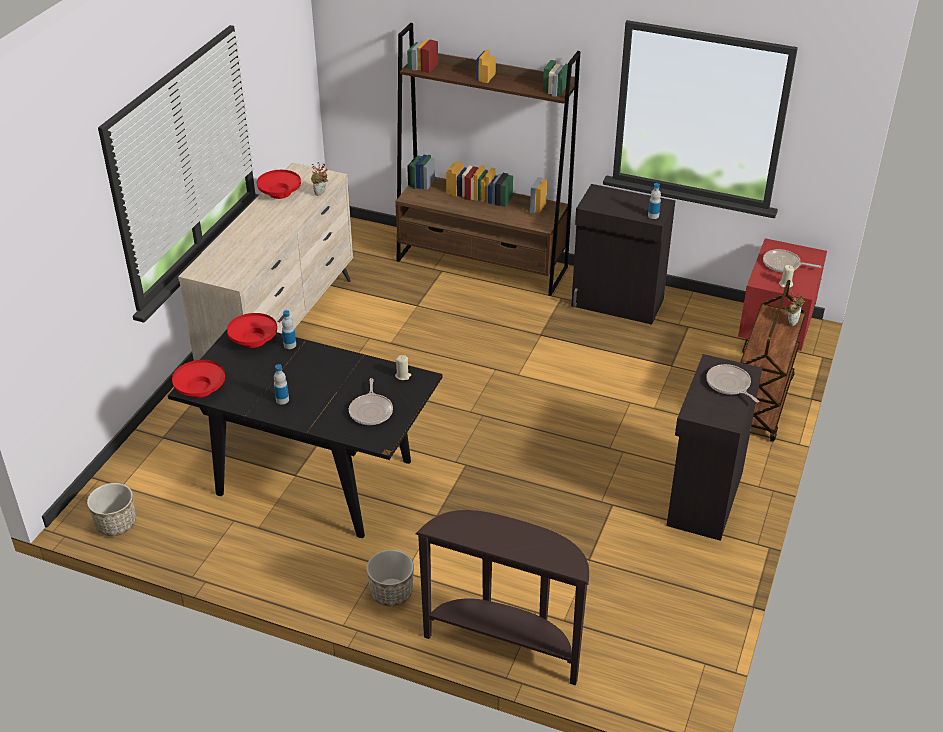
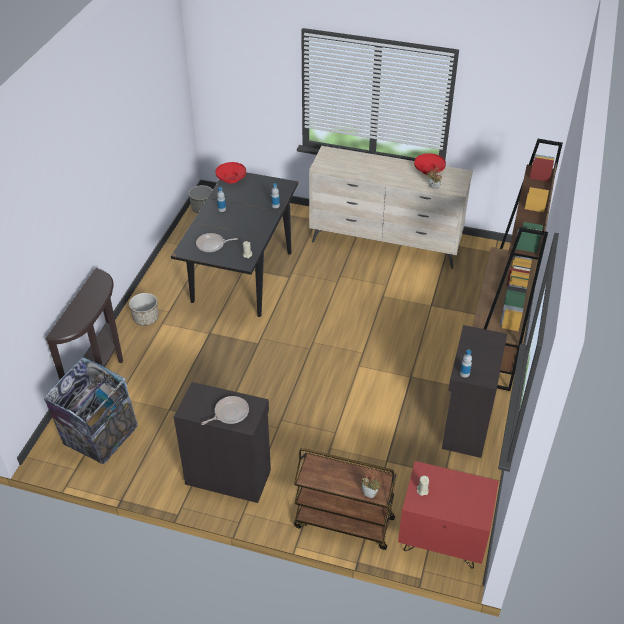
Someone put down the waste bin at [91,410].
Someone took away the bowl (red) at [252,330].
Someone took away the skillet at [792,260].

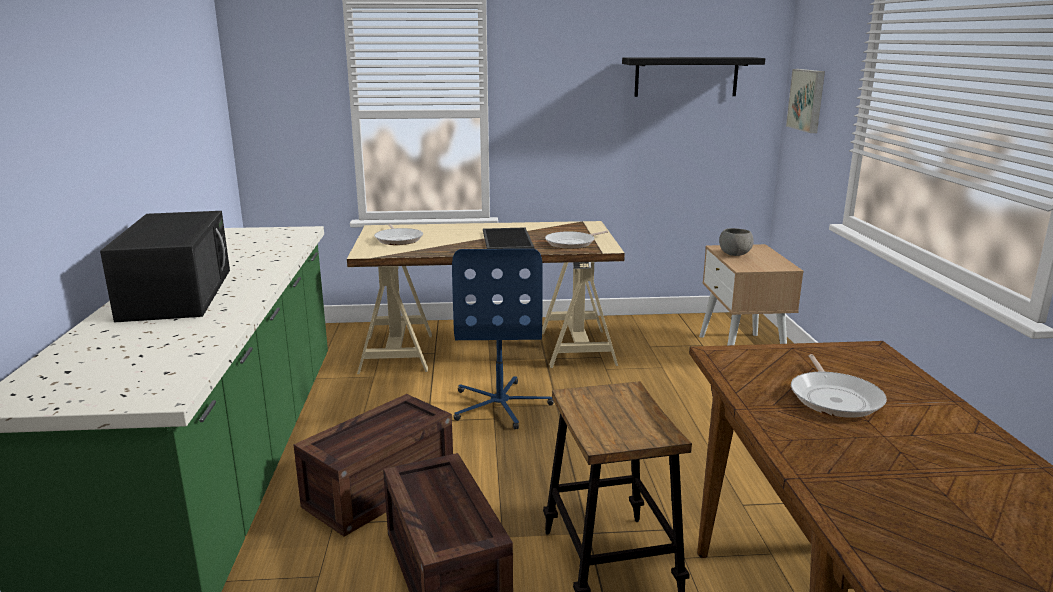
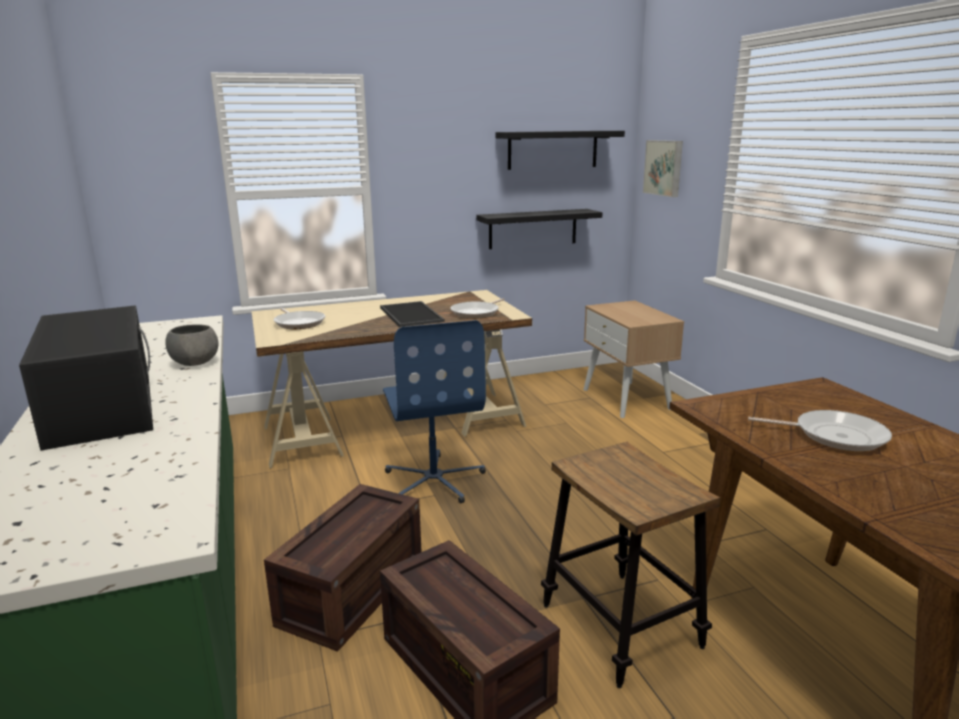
Someone carried the bowl (greyish) from [736,242] to [192,345].
Someone put up the shelf (blackish) at [539,229].
Someone rotated the skillet at [839,386] by 60 degrees counterclockwise.

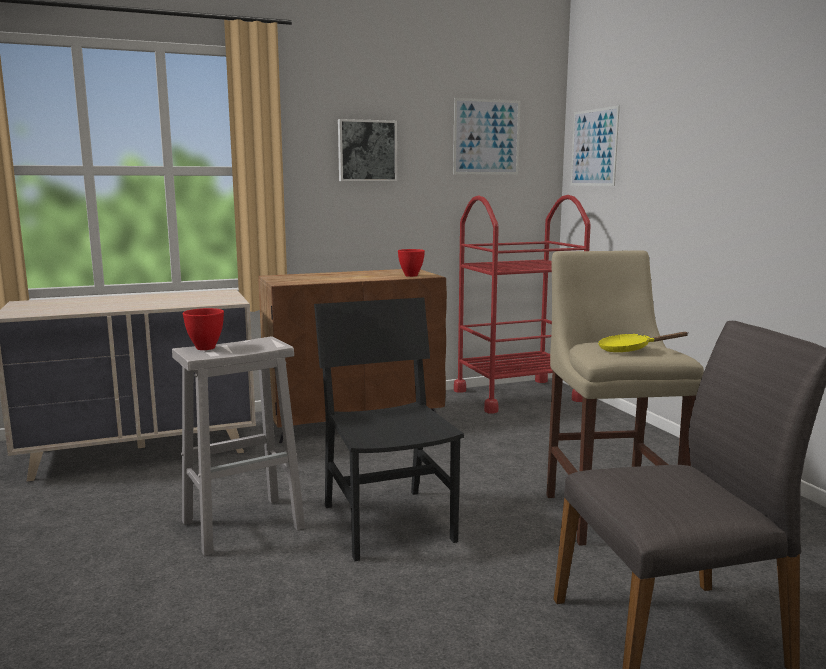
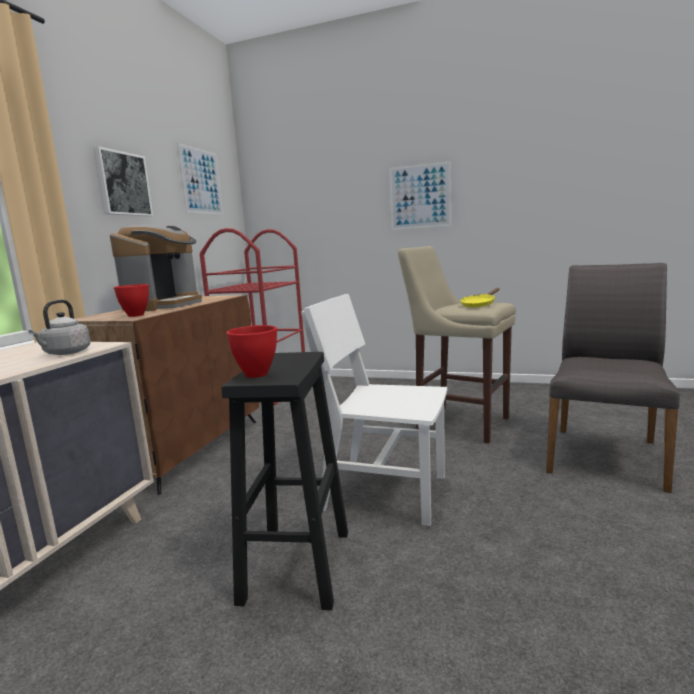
Someone put down the tea kettle (greyish) at [59,327].
Someone put down the coffee machine at [156,268].
Someone carried the bowl (red) from [411,263] to [131,300].
Someone repainted the sitting stool (whitish) at [238,446], which became the sitting stool (blackish) at [284,481].
Someone repainted the plain chair (blackish) at [389,429], which became the plain chair (whitish) at [374,410].
Someone carried the wall picture from [595,145] to [420,195].

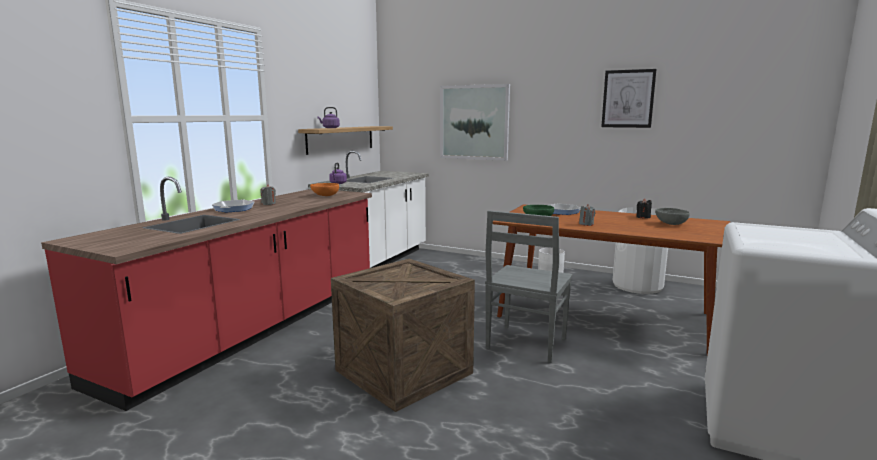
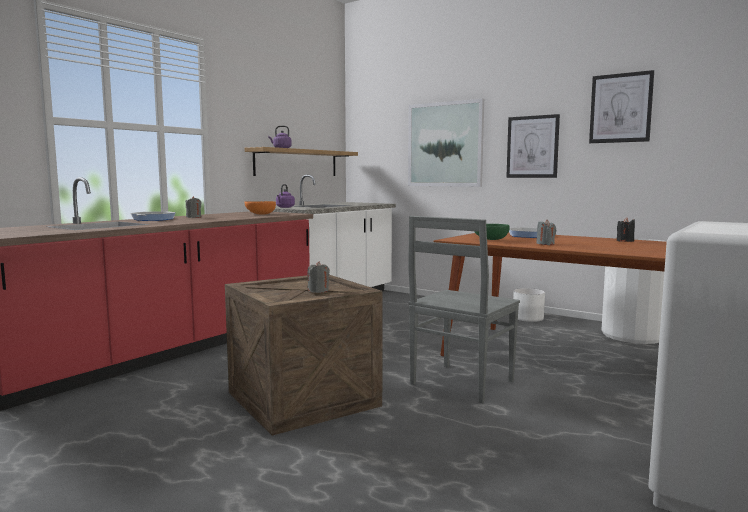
Someone put down the wax candle (greyish) at [318,277].
Someone put up the wall picture at [533,146].
Someone took away the bowl (greyish) at [672,216].

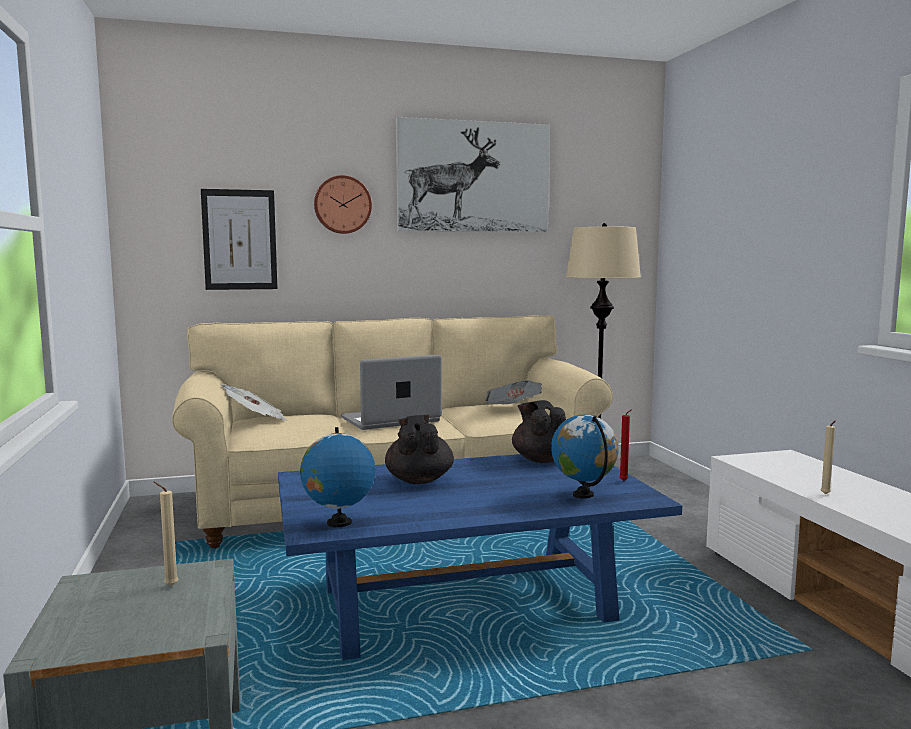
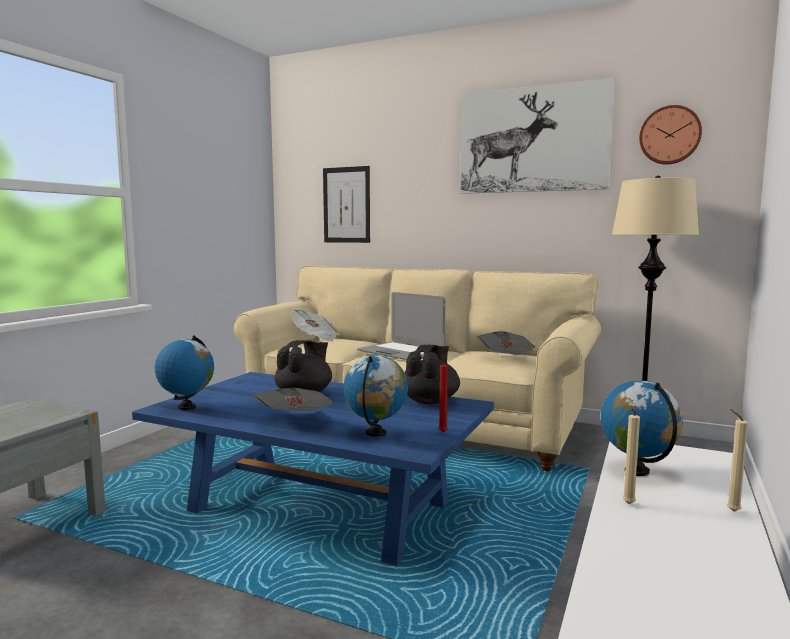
Someone put down the daily paper at [292,399].
Someone rotated the portable computer at [391,392] by 150 degrees counterclockwise.
Someone put down the desk globe at [642,428].
Someone carried the clock on the wall from [343,204] to [670,135].
Someone carried the wax candle (sand-coloured) from [166,534] to [737,460].

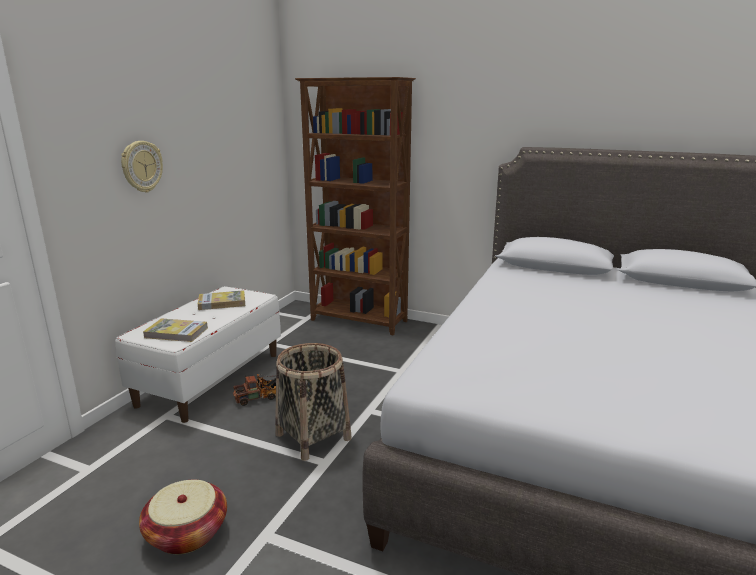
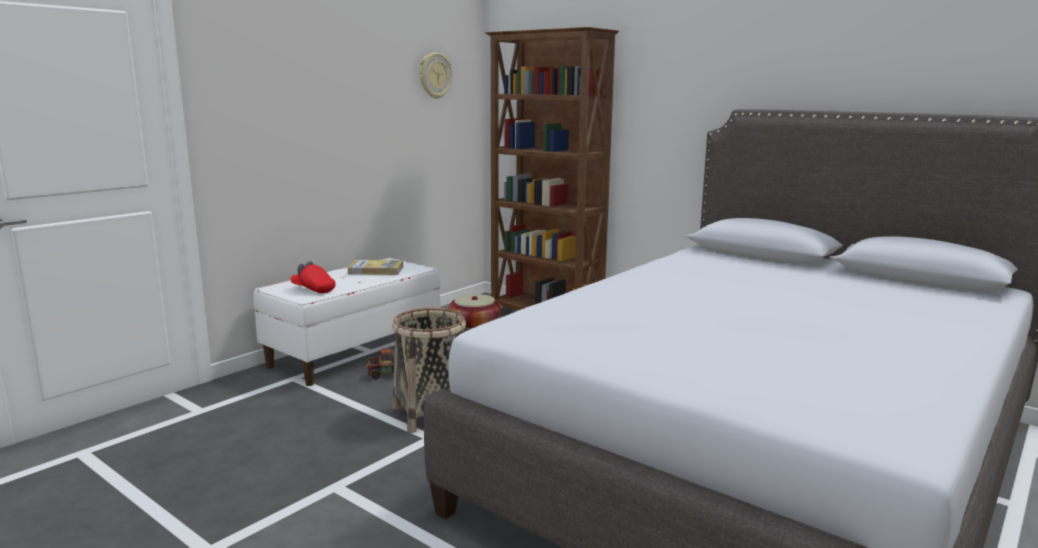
Someone swapped the bound book at [175,330] for the cap (red) at [313,277].
Someone carried the clock on the wall from [142,167] to [435,76].
Someone carried the storage basket from [183,517] to [474,311].

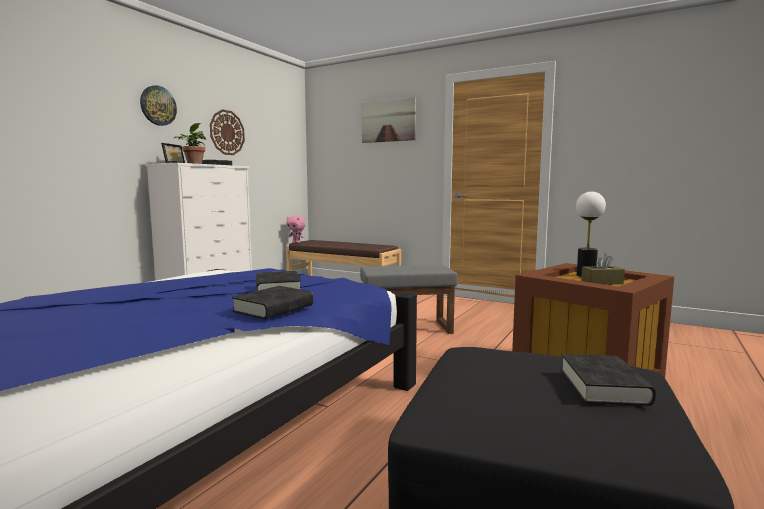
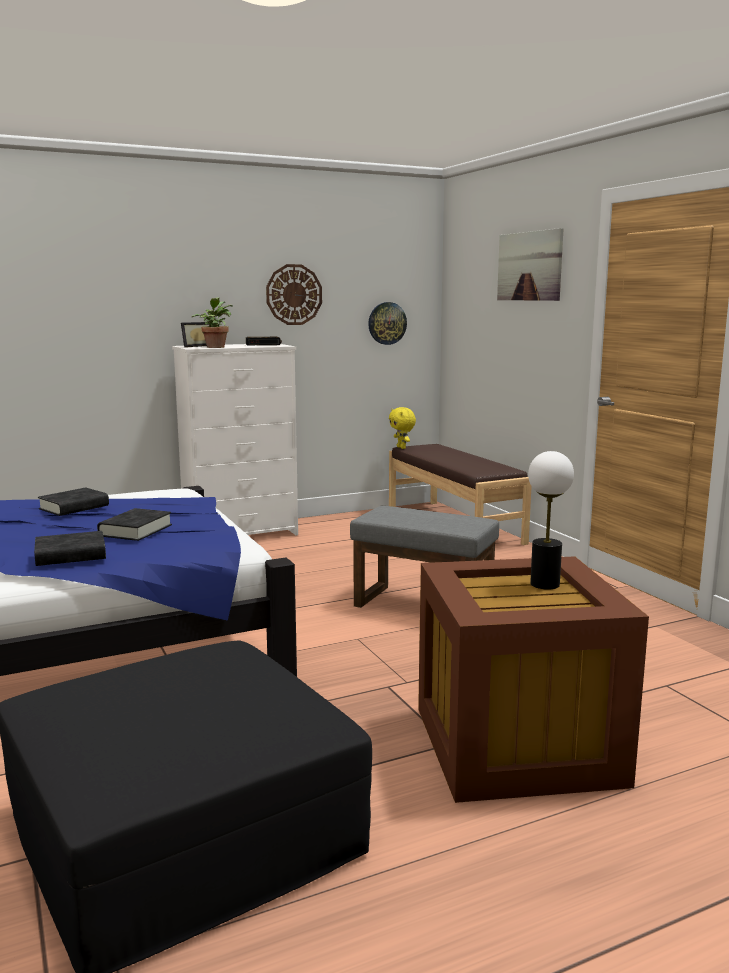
Someone carried the bound book (blackish) from [608,380] to [73,501].
Someone carried the clock on the wall from [158,106] to [387,323].
Someone repainted the plush toy (pink-coloured) at [296,229], which became the plush toy (yellow-coloured) at [402,428].
Someone took away the tissue box (brown-coloured) at [603,269].

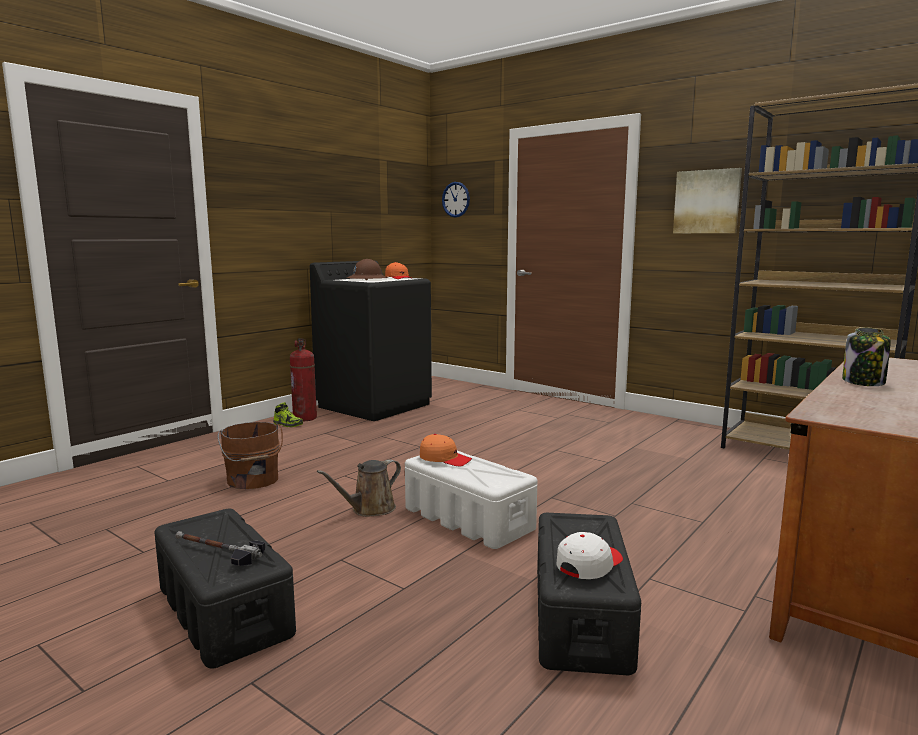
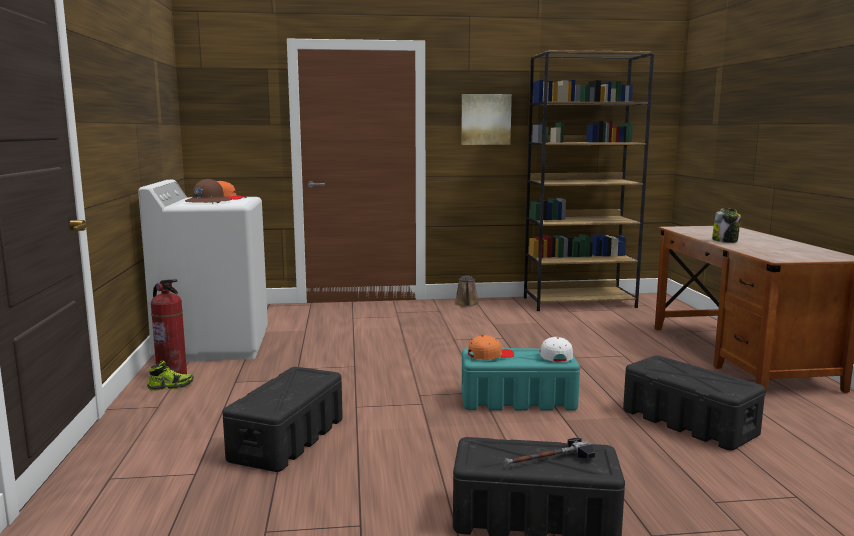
Someone repainted the laundry machine (blackish) at [371,340], which became the laundry machine (whitish) at [203,271].
Someone swapped the water bucket (brown-coloured) at [250,455] for the storage bin (blackish) at [282,419].
Someone carried the watering pot (brown-coloured) from [359,488] to [467,291].
Someone repainted the storage bin (whitish) at [471,500], which became the storage bin (turquoise-coloured) at [521,379].
Someone carried the cap (whitish) from [590,555] to [556,349].
Someone took away the clock on the wall at [456,200].

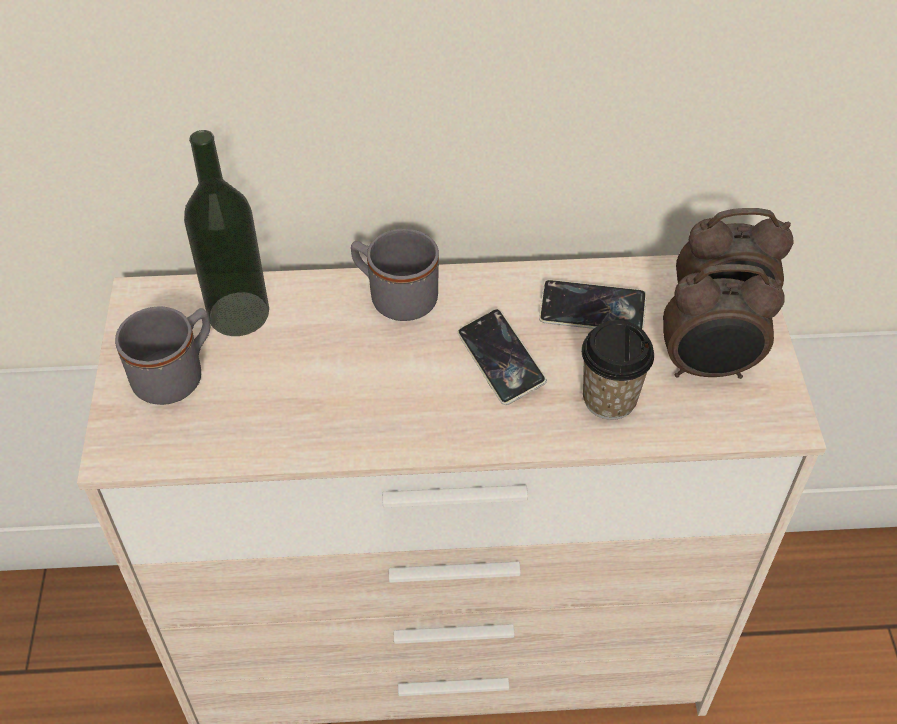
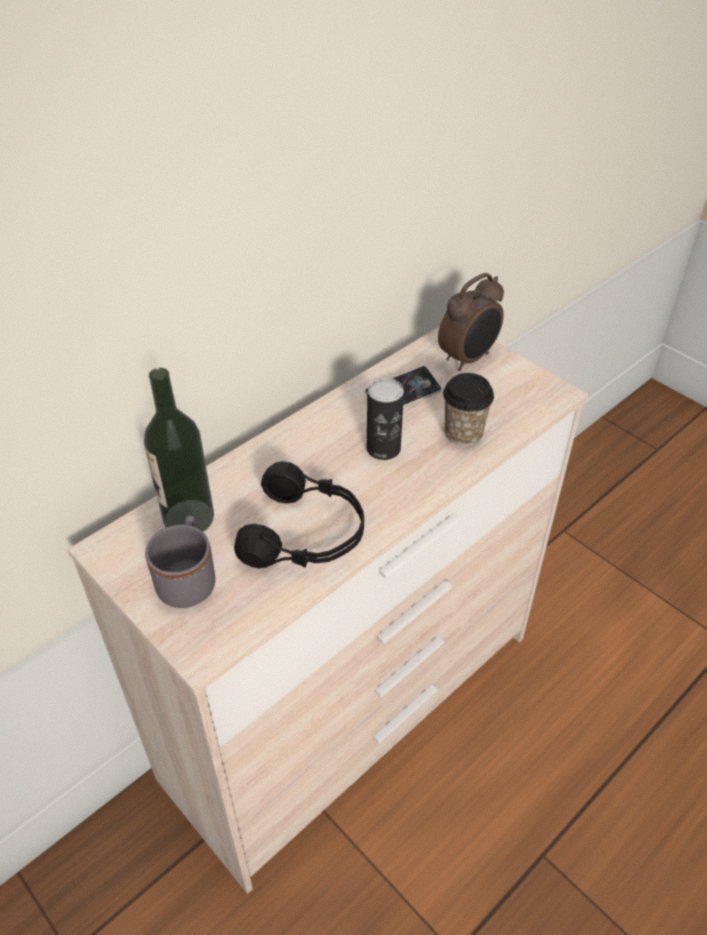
Someone put down the headset (blackish) at [299,514].
Someone swapped the telephone at [502,357] for the metal can at [385,419].
Someone took away the mug (greyish) at [395,275].
Someone took away the alarm clock at [724,321].

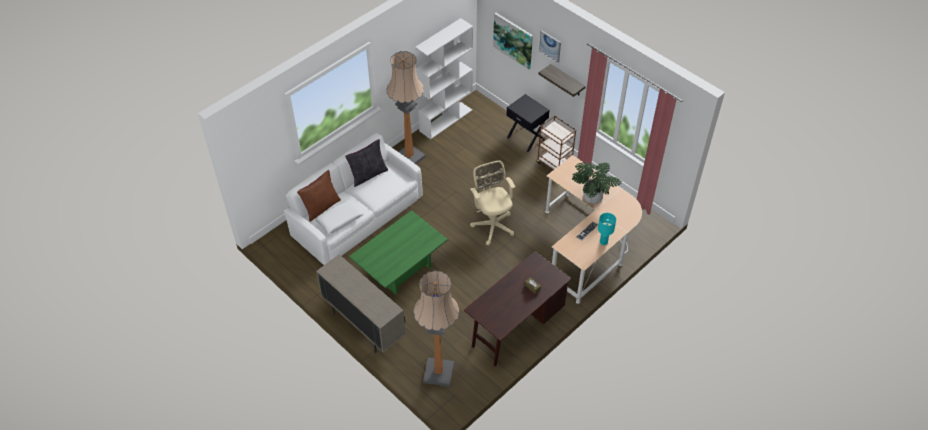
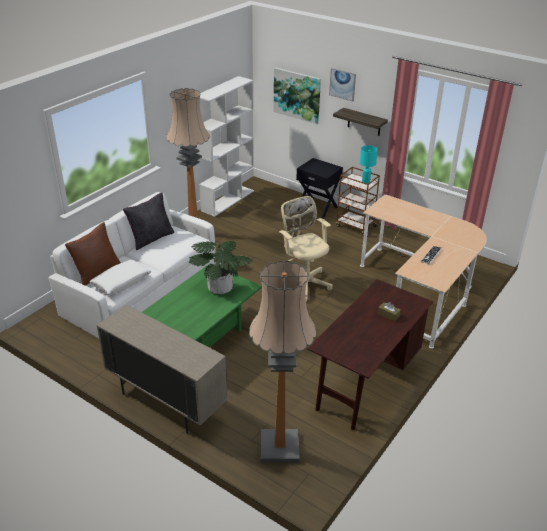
Someone carried the houseplant from [597,183] to [221,268].
Someone carried the table lamp (turquoise-coloured) from [607,229] to [369,164].

